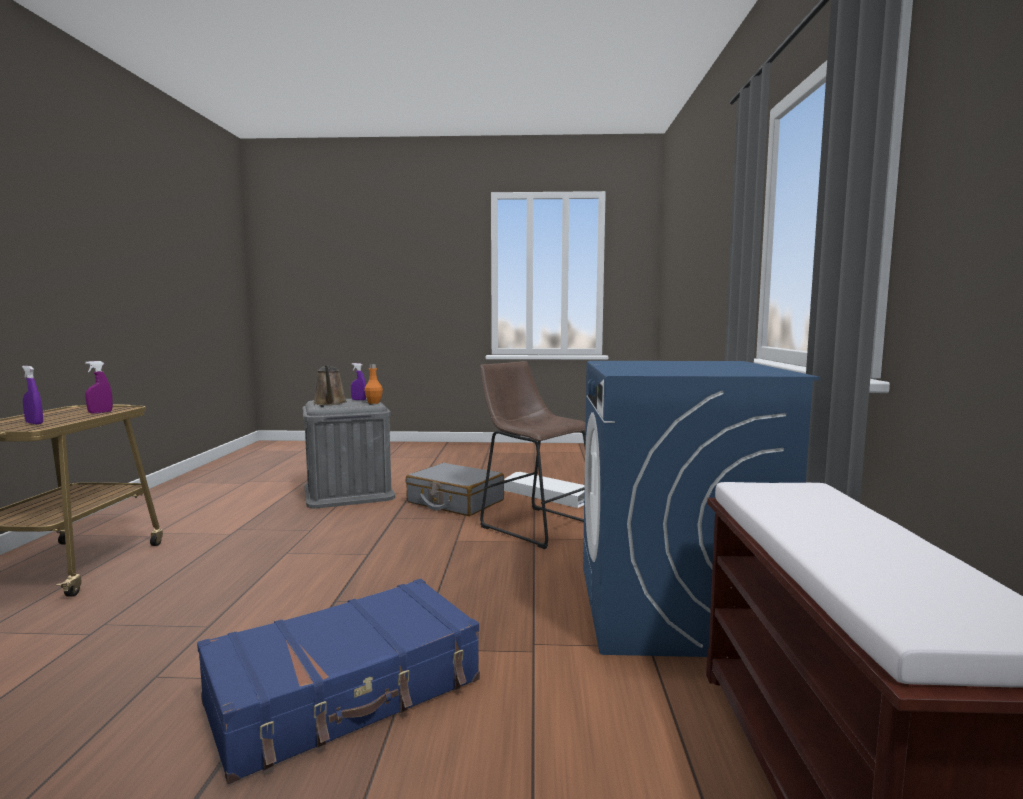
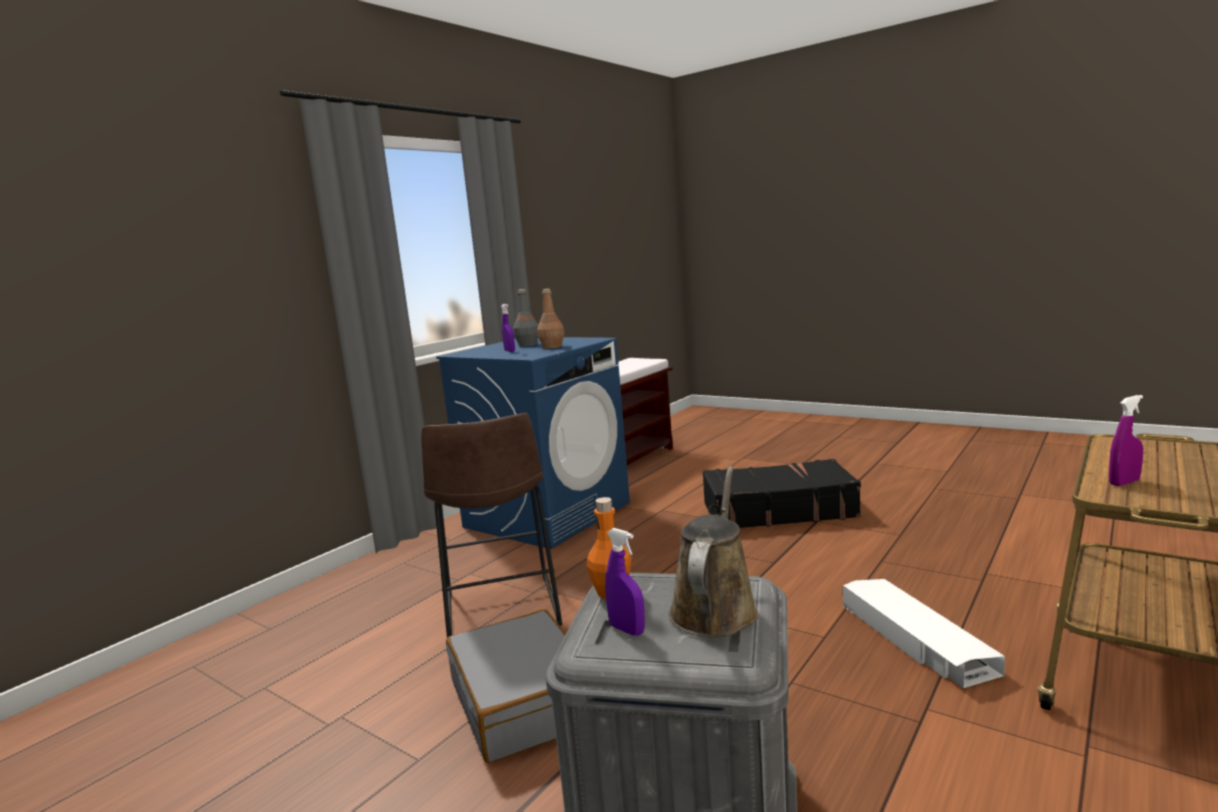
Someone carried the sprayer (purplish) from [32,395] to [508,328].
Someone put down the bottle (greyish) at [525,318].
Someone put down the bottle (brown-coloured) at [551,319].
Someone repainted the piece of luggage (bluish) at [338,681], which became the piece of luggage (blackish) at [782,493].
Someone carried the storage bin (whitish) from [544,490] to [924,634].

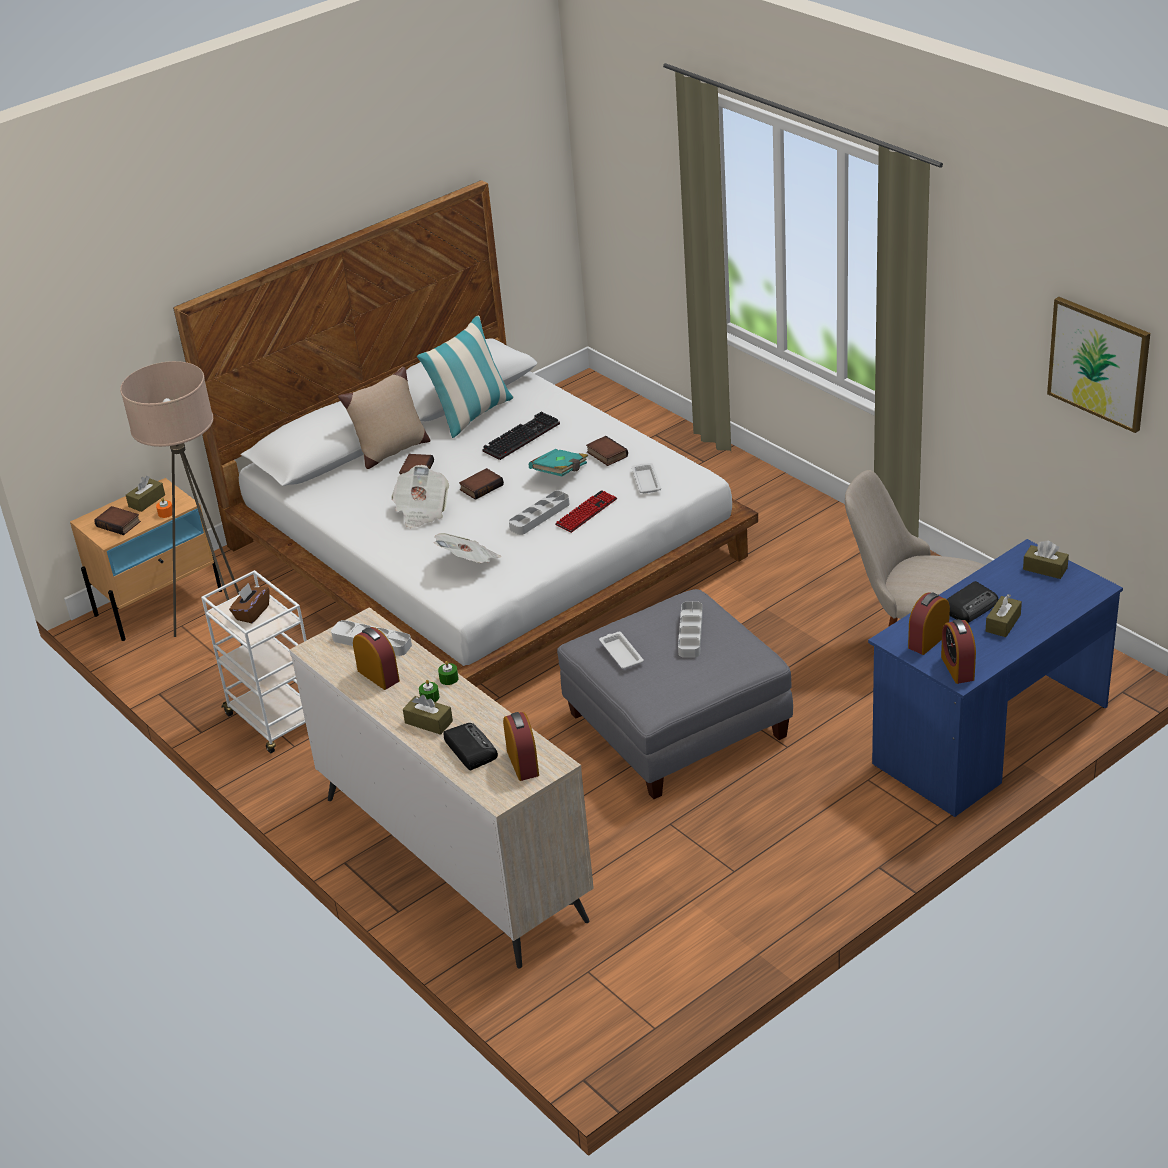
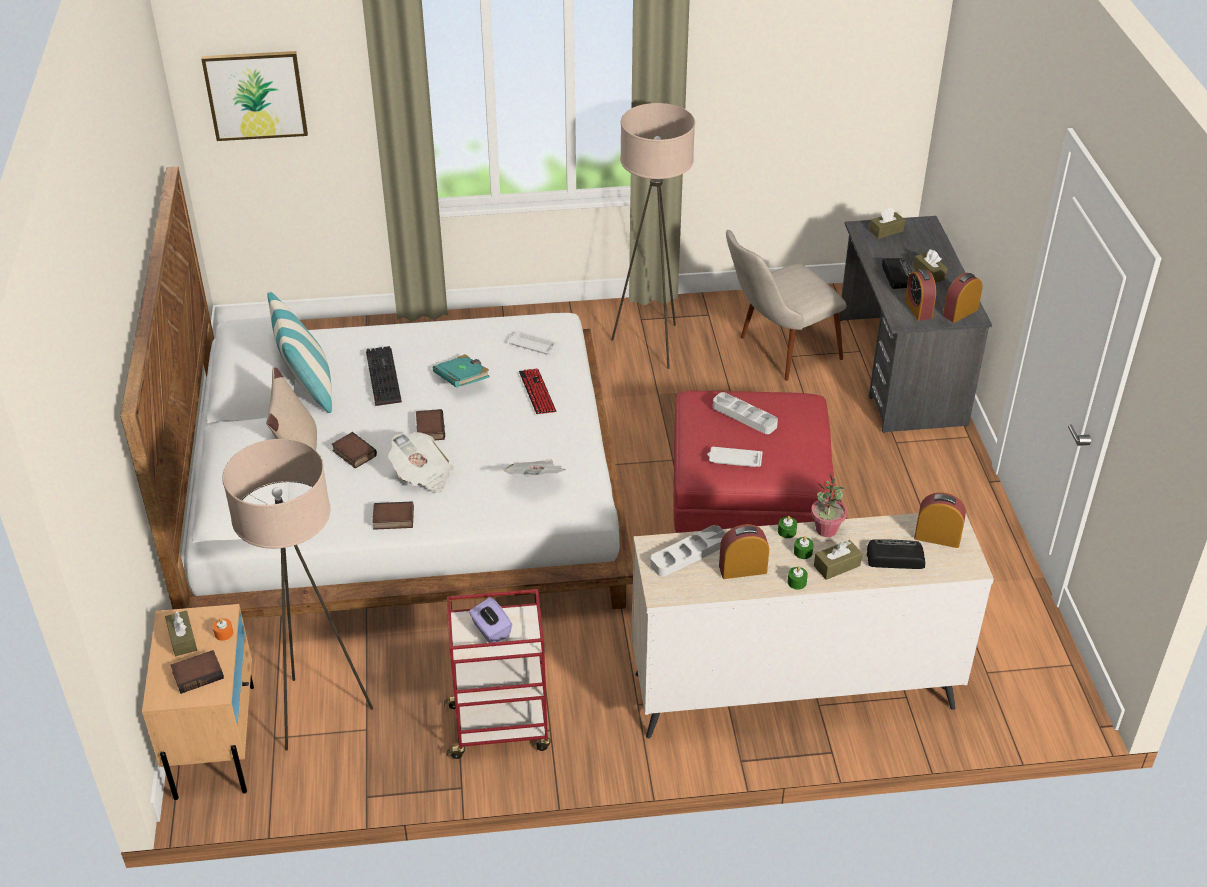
Someone carried the wall picture from [1098,365] to [254,96].
Someone carried the bound book from [607,451] to [393,515].
Someone repainted the cart (whitish) at [254,661], which became the cart (red) at [497,674].
Someone repainted the tissue box (brown-coloured) at [249,603], which became the tissue box (purplish) at [490,620].
Someone put down the floor lamp (sand-coloured) at [653,236].
Someone repainted the ottoman (greyish) at [675,694], which became the ottoman (red) at [754,462].
Someone put down the wax candle (greenish) at [797,578].
Someone put down the houseplant at [829,505].
Someone repainted the desk unit (bluish) at [995,678], which became the desk unit (greyish) at [916,324].
Someone rotated the alarm clock at [958,651] by 120 degrees clockwise.
Someone took away the carrying tray (greyish) at [539,513].

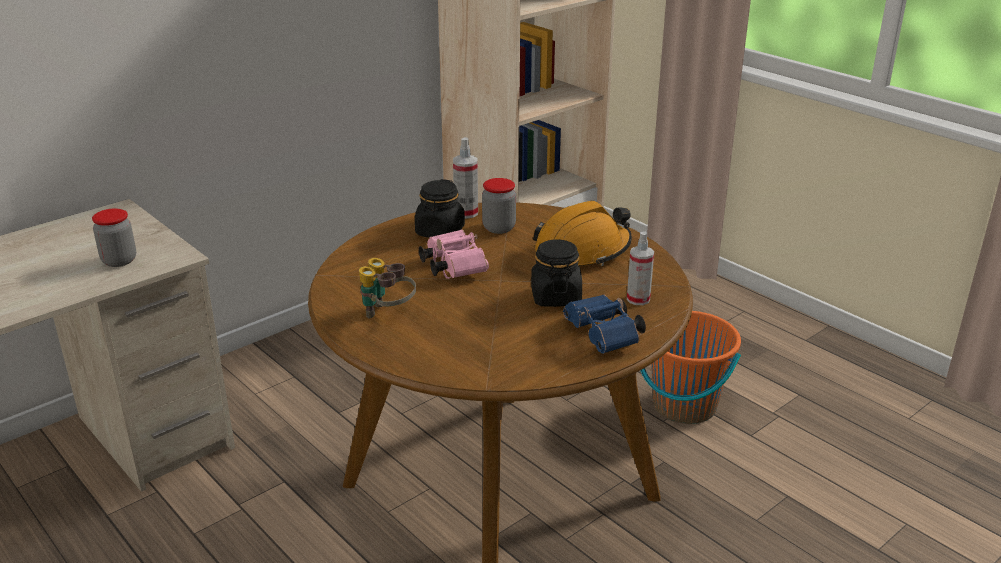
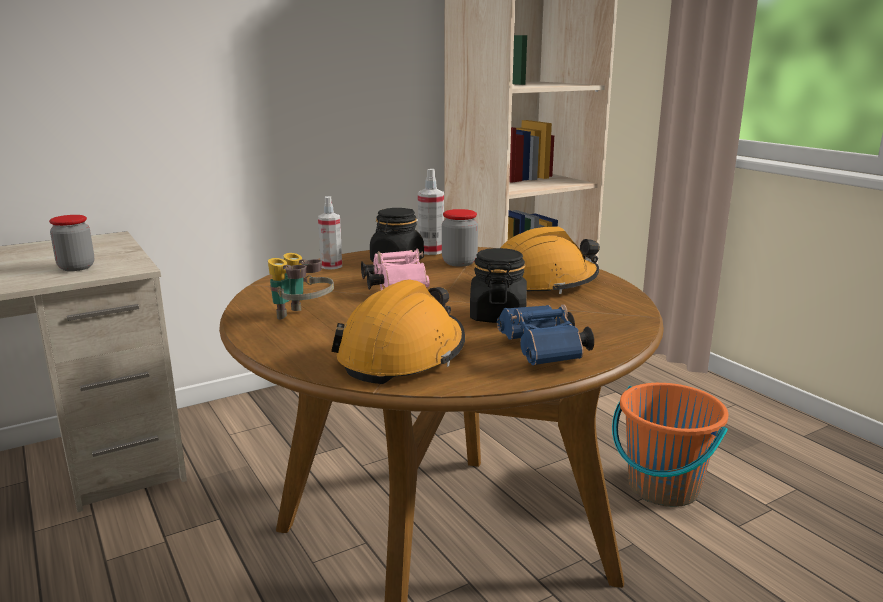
Someone carried the sprayer from [640,268] to [330,232].
Someone put down the hard hat (orangey) at [398,331].

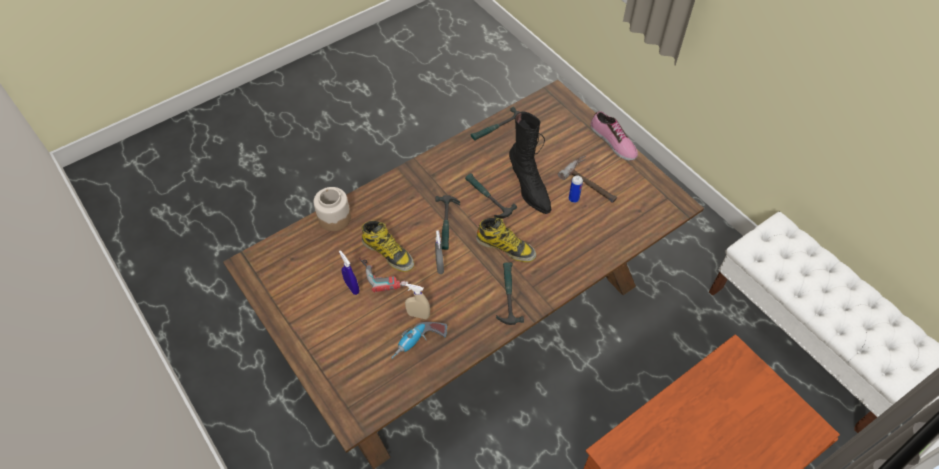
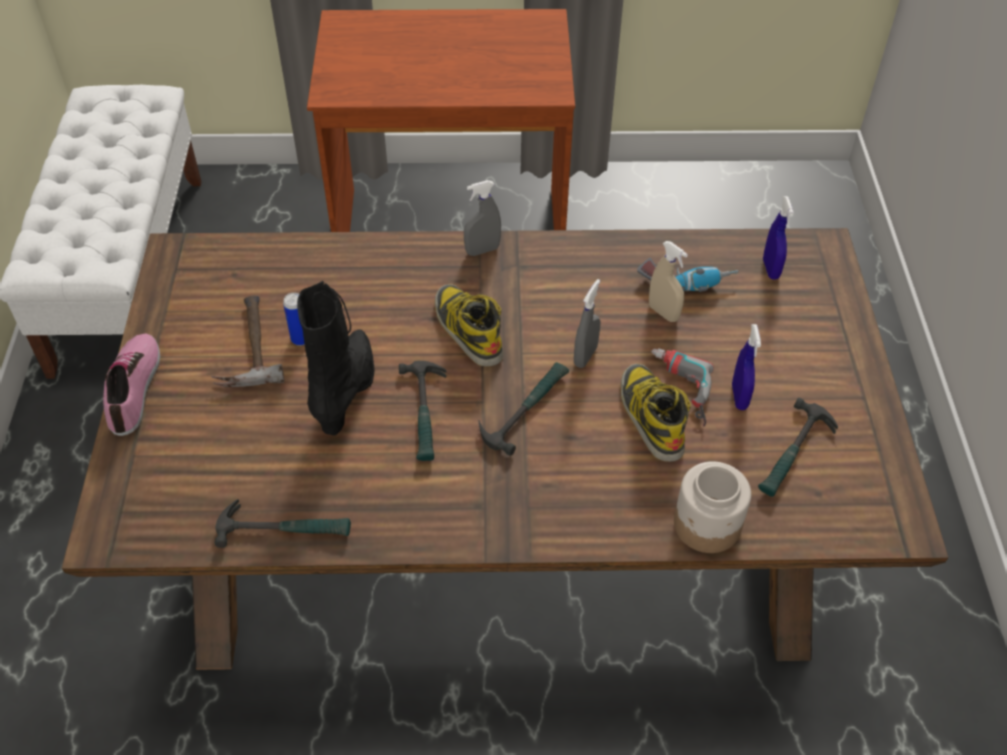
Someone put down the sprayer (greyish) at [482,218].
Someone carried the hammer from [510,293] to [798,447].
Someone put down the sprayer (bluish) at [778,238].

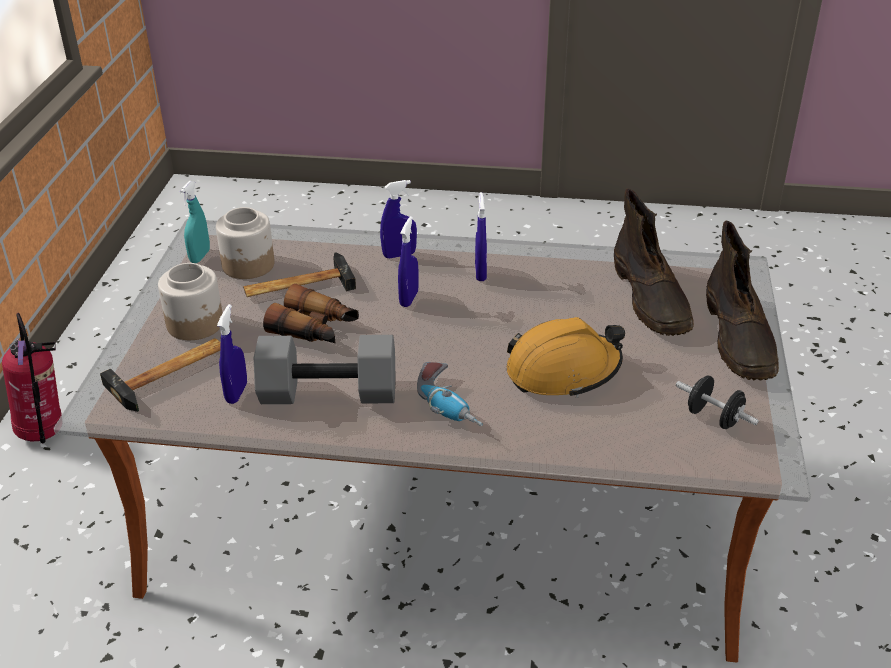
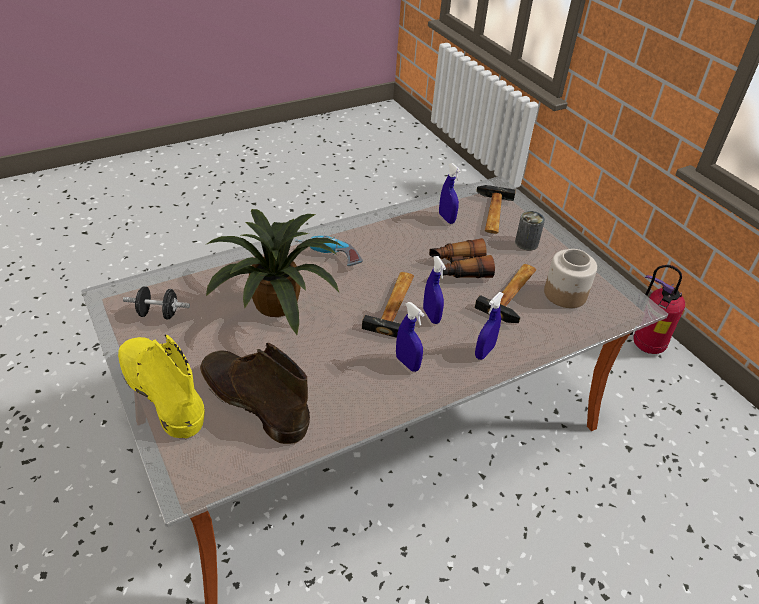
Someone repainted the boot (brown-coloured) at [742,301], which became the boot (yellow-coloured) at [161,387].
Someone swapped the hard hat (orangey) at [566,357] for the houseplant at [274,272].
Someone put down the hammer at [388,305].
Someone swapped the storage jar at [190,301] for the metal can at [530,230].
Someone took away the sprayer (turquoise-coloured) at [195,222].
Someone took away the dumbbell (greyish) at [325,369].

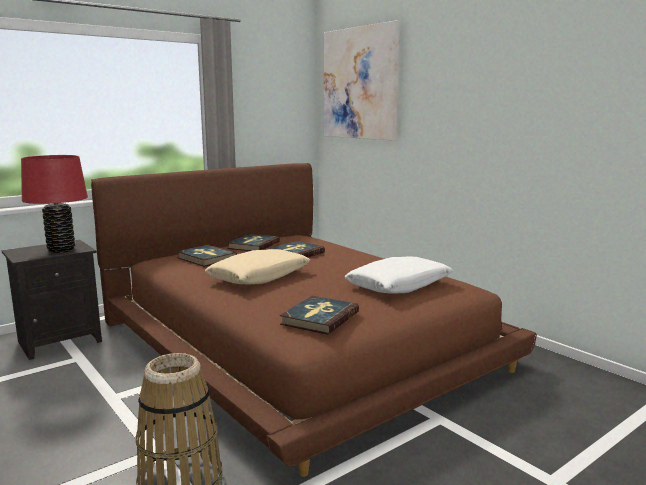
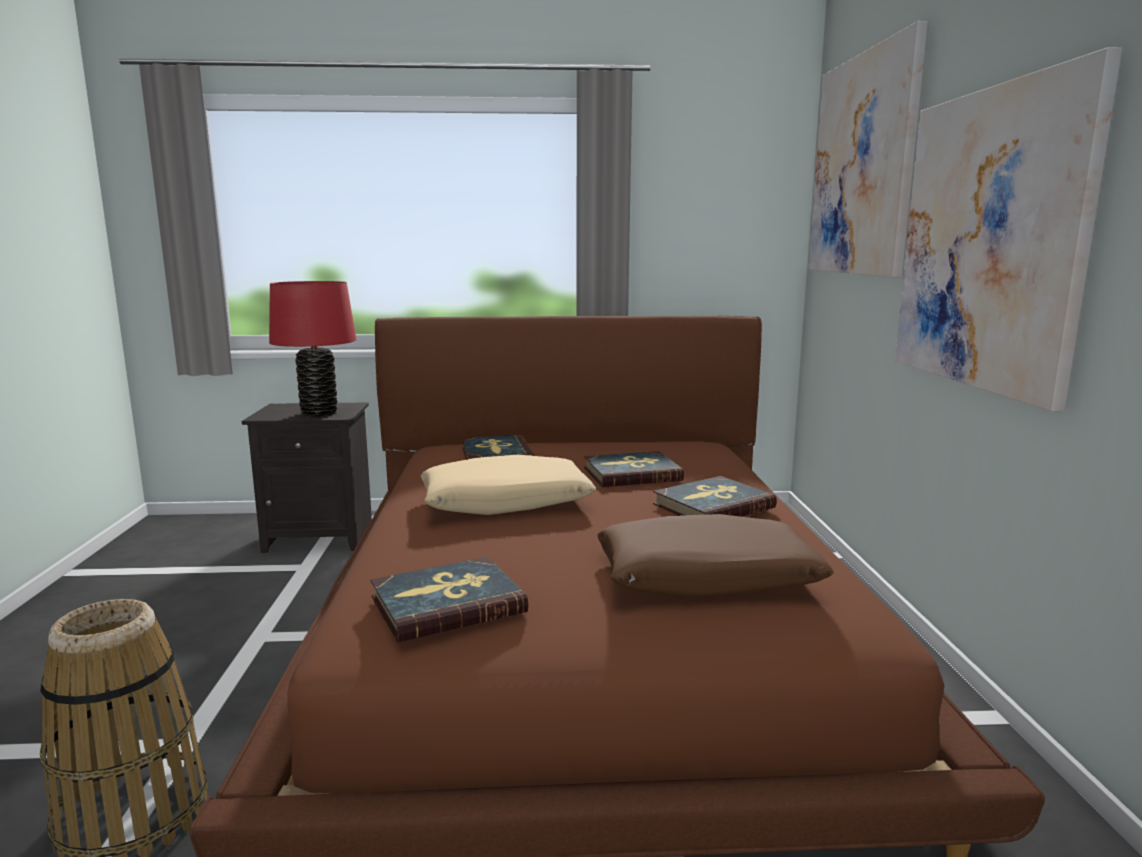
Someone repainted the throw pillow (whitish) at [399,275], which became the throw pillow (brown-coloured) at [715,556].
Someone carried the bound book from [253,242] to [715,496].
Someone put up the wall picture at [1008,229].

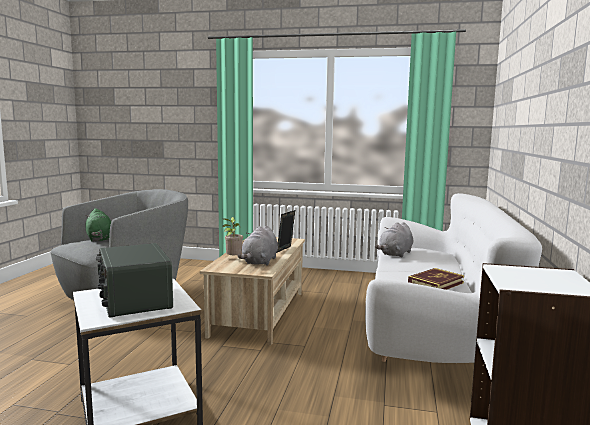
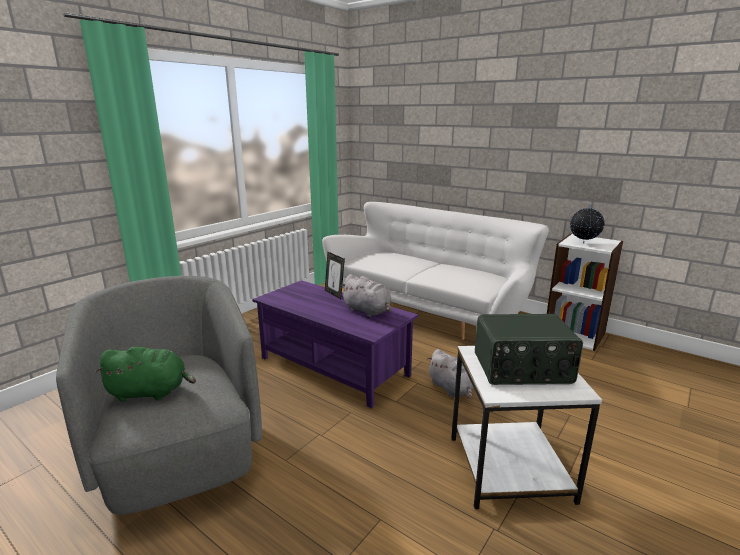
Someone repainted the low table (sand-coloured) at [252,291], which became the low table (purplish) at [335,344].
Someone carried the plush toy (greyish) from [394,240] to [450,374].
Someone put down the desk globe at [587,224].
Someone took away the houseplant at [232,237].
Someone took away the bound book at [436,279].

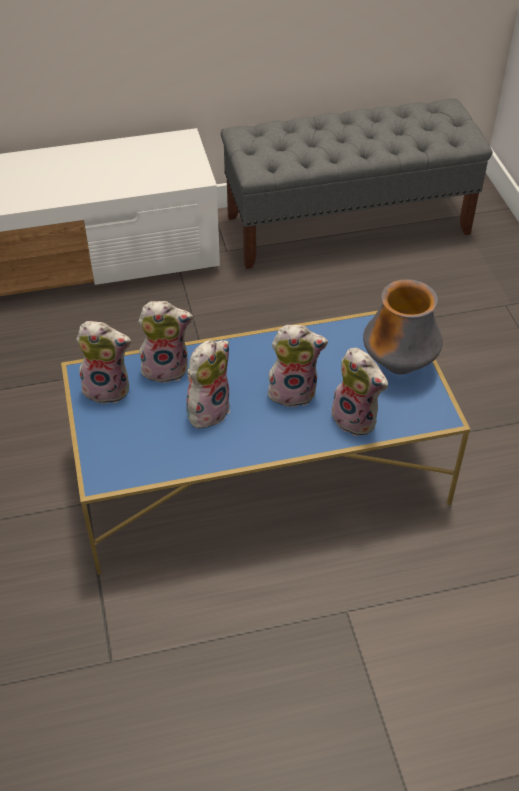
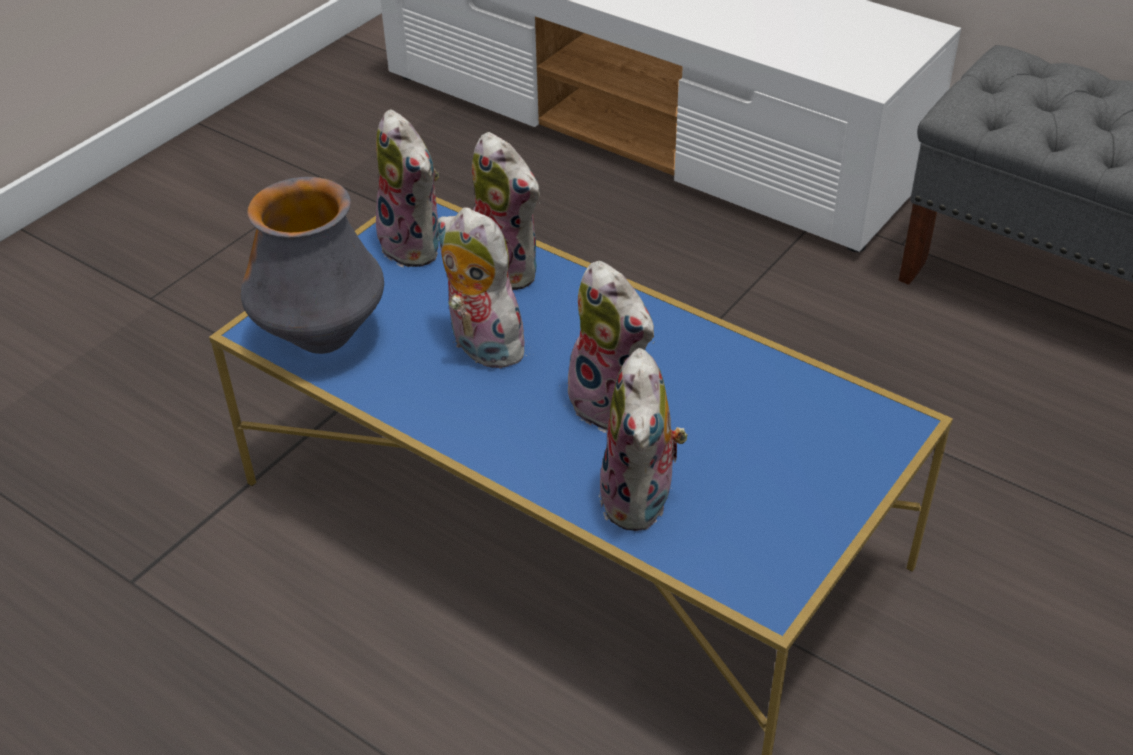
Someone carried the decorative vase from [403,326] to [312,265].
Someone rotated the plush toy at [208,384] by 135 degrees counterclockwise.

